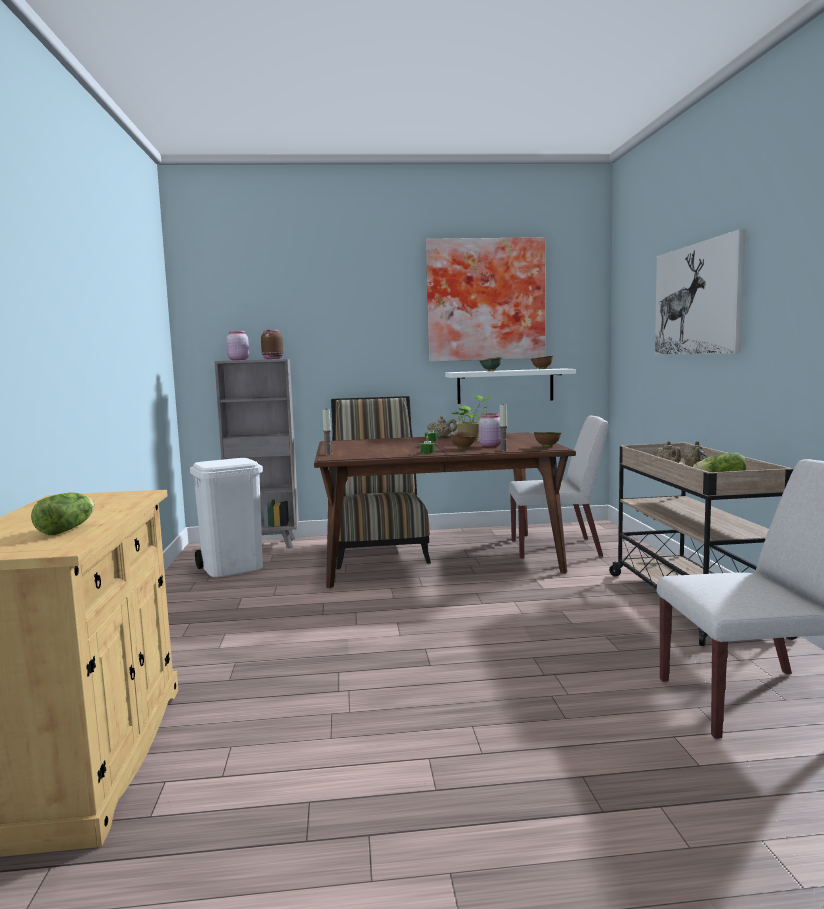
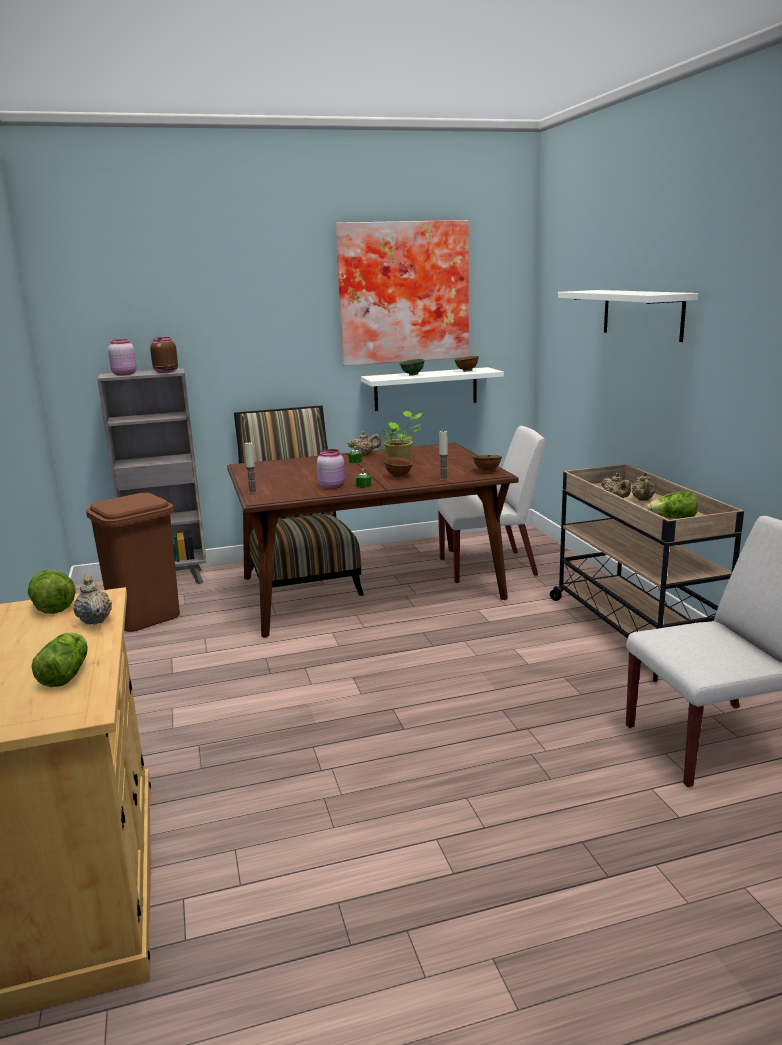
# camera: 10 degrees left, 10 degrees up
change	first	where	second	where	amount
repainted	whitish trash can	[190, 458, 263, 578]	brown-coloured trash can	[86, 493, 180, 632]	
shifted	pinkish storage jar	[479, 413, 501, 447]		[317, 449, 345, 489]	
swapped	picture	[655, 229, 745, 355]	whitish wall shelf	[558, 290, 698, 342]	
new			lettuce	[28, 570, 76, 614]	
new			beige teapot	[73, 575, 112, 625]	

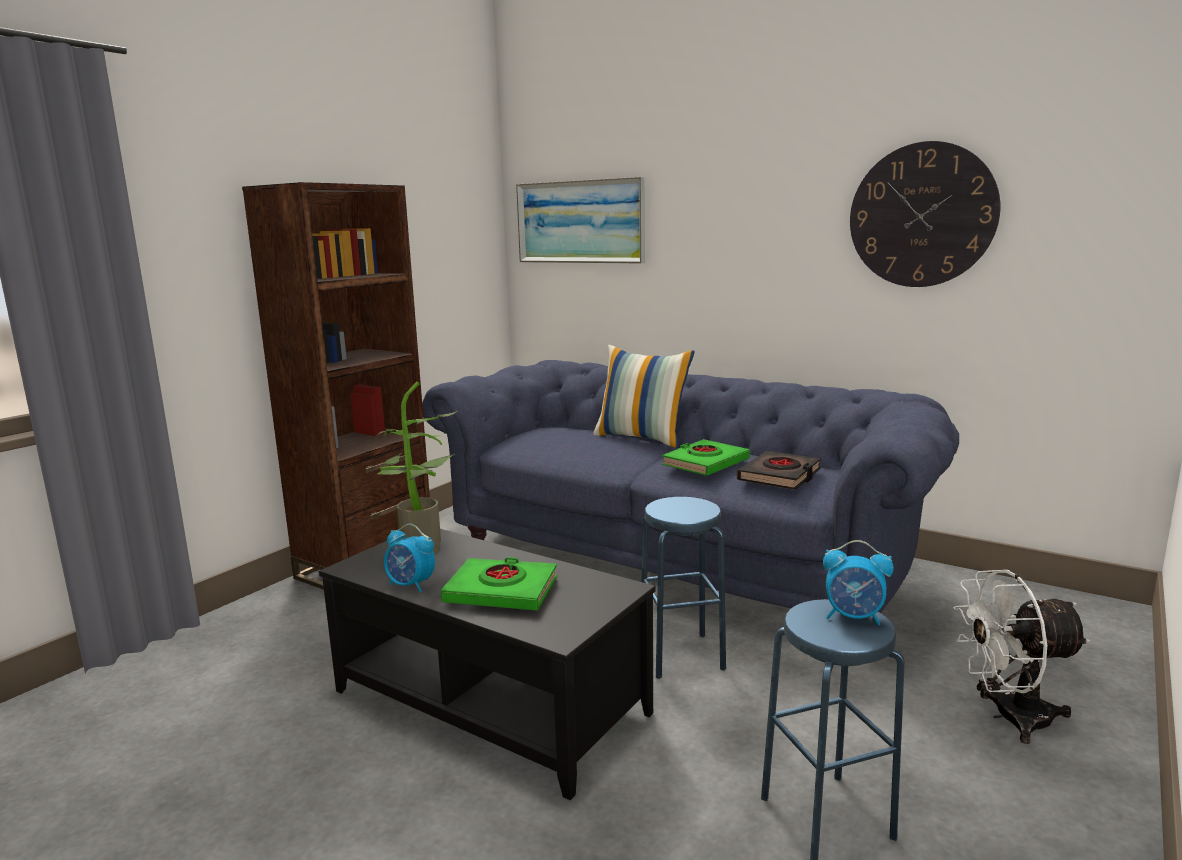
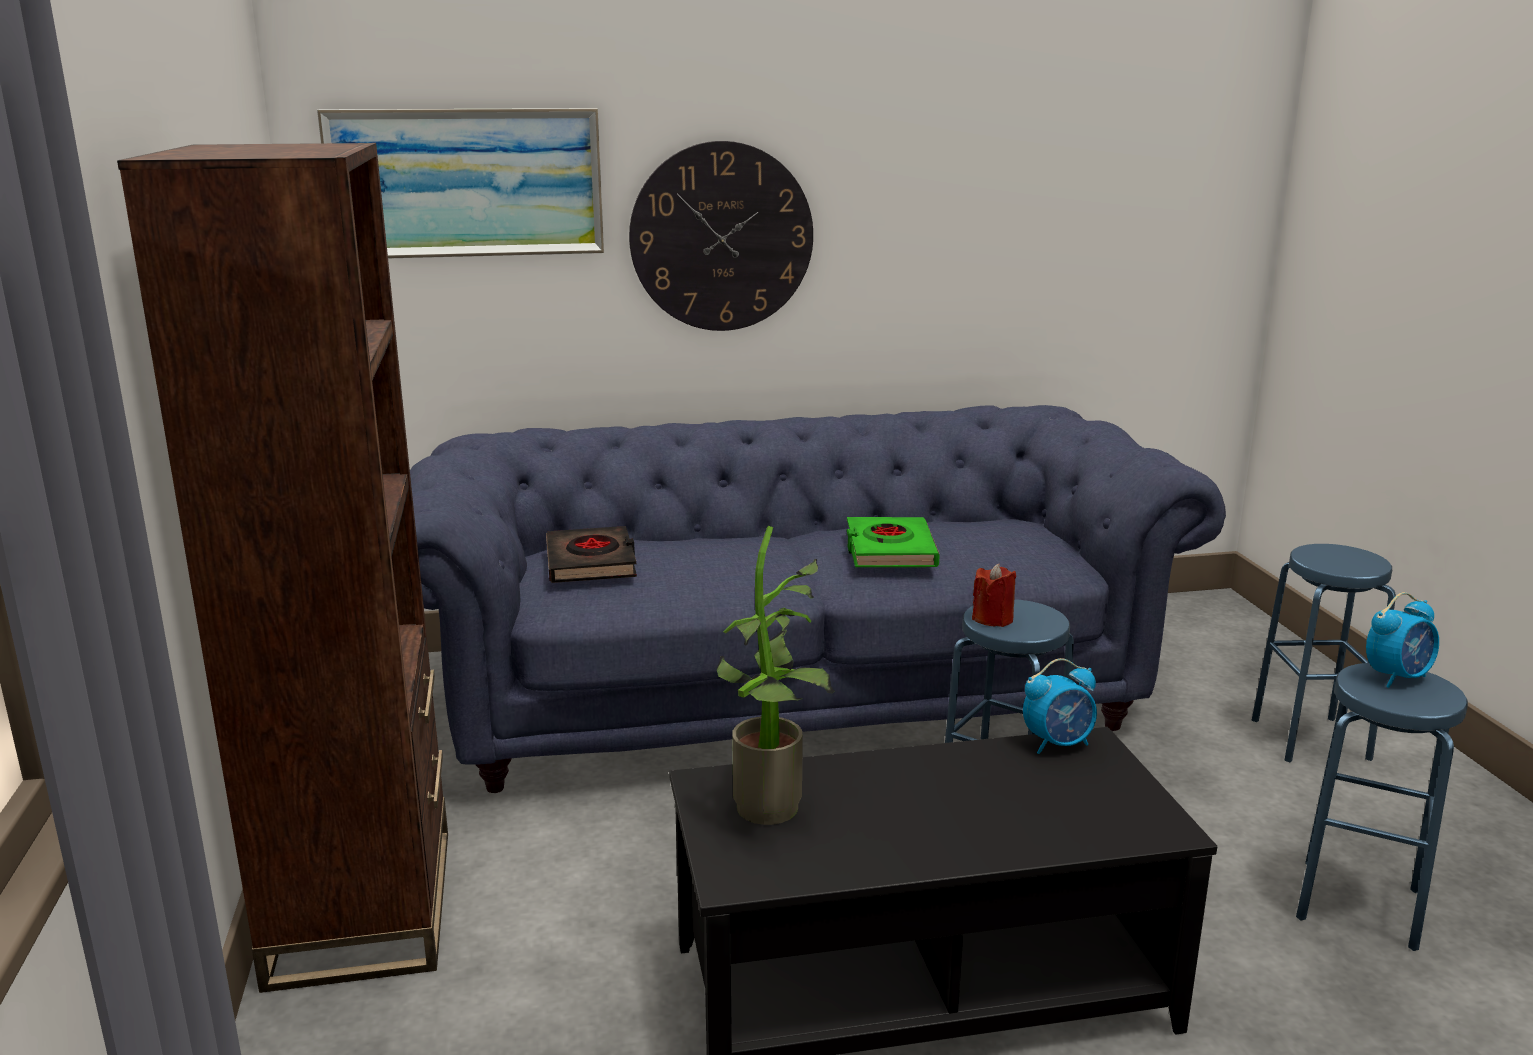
# camera: 45 degrees left, 5 degrees up
change	first	where	second	where	amount
shifted	table clock	[384, 524, 435, 592]		[1023, 658, 1097, 754]	
gone	green volume	[441, 557, 557, 611]			
gone	cushion	[593, 345, 695, 448]			
shifted	blackish volume	[737, 451, 821, 490]		[546, 526, 637, 583]	
shifted	hanging clock	[850, 141, 1000, 287]		[629, 141, 813, 331]	
swapped	whitish fan	[953, 570, 1090, 744]	blue sitting stool	[1252, 544, 1396, 762]	
new			reddish candle	[972, 564, 1016, 627]	

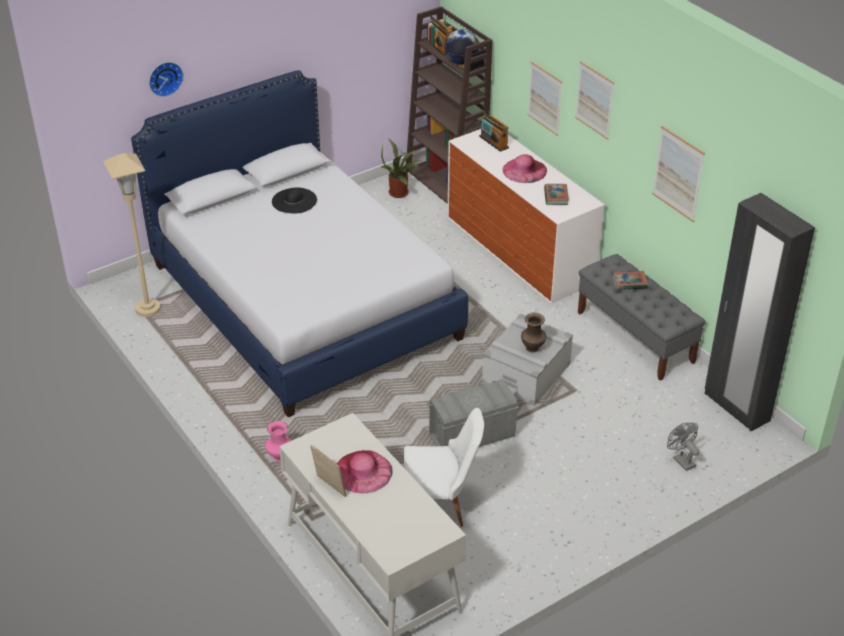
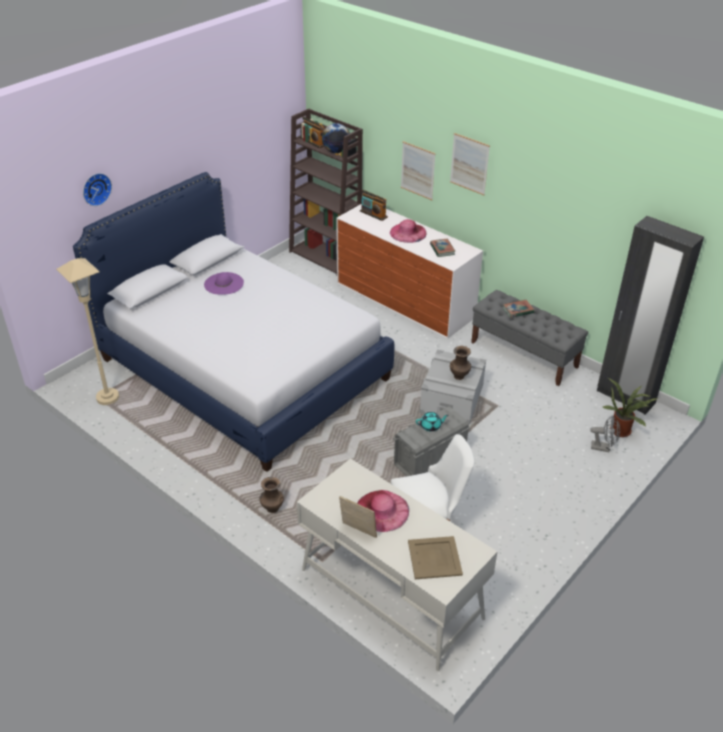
# camera: 15 degrees left, 0 degrees up
change	first	where	second	where	amount
repainted	pinkish vase	[265, 421, 291, 462]	brown-coloured vase	[259, 477, 284, 513]	
repainted	blackish clothing hat	[272, 188, 317, 213]	purple clothing hat	[204, 272, 244, 295]	
shifted	plant in a pot	[381, 139, 421, 198]		[603, 378, 658, 437]	
gone	picture	[652, 126, 705, 222]			
rotated	grey fan	[667, 423, 699, 471]		[590, 415, 620, 452]	150 degrees clockwise
new			beige carrying tray	[408, 536, 463, 579]	
new			turquoise teapot	[416, 412, 449, 431]	

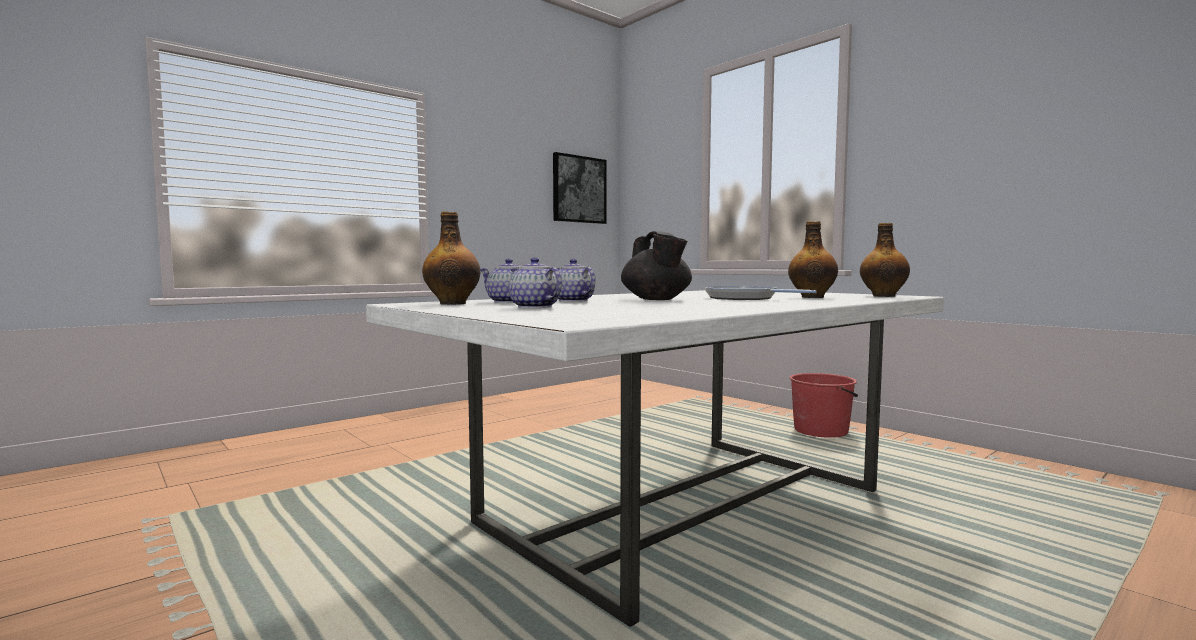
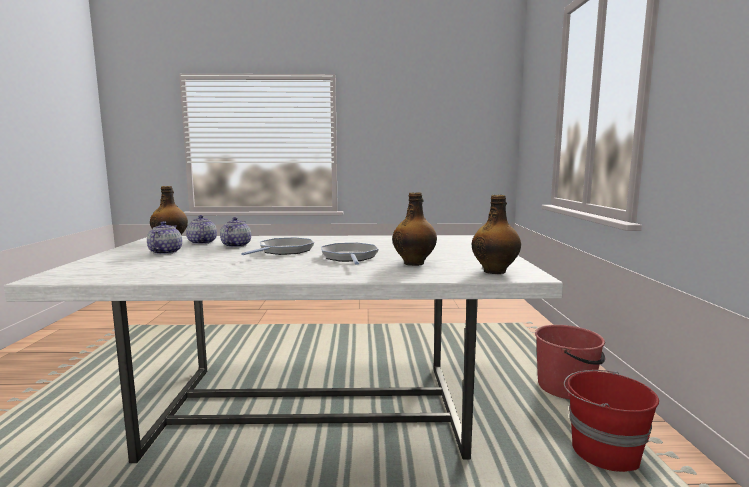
# camera: 40 degrees right, 5 degrees up
change	first	where	second	where	amount
gone	picture	[553, 152, 607, 224]			
swapped	blackish teapot	[621, 231, 692, 300]	frying pan	[241, 237, 314, 255]	
new			reddish pail	[564, 370, 659, 472]	

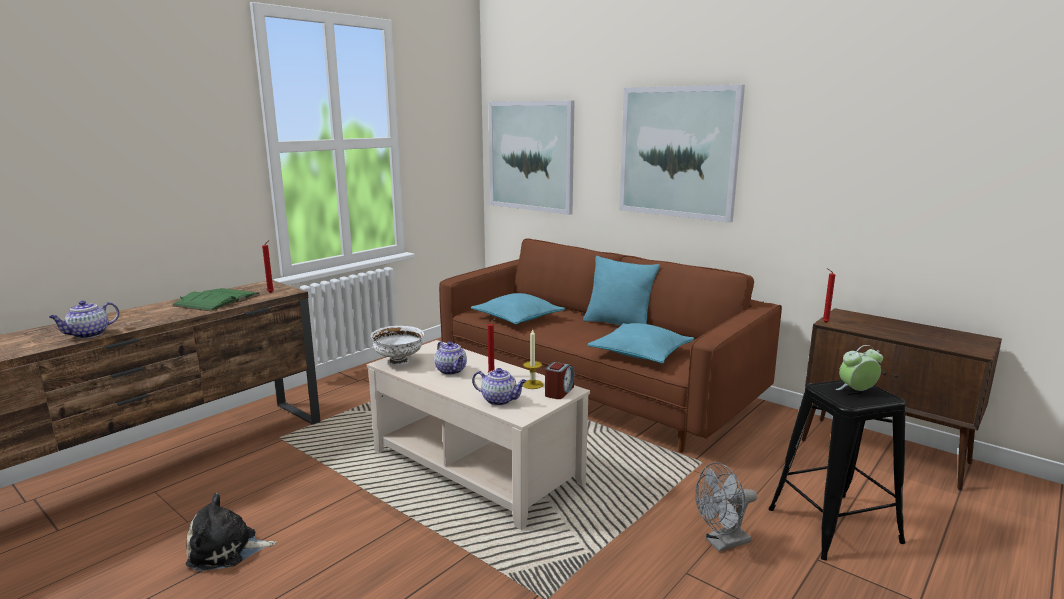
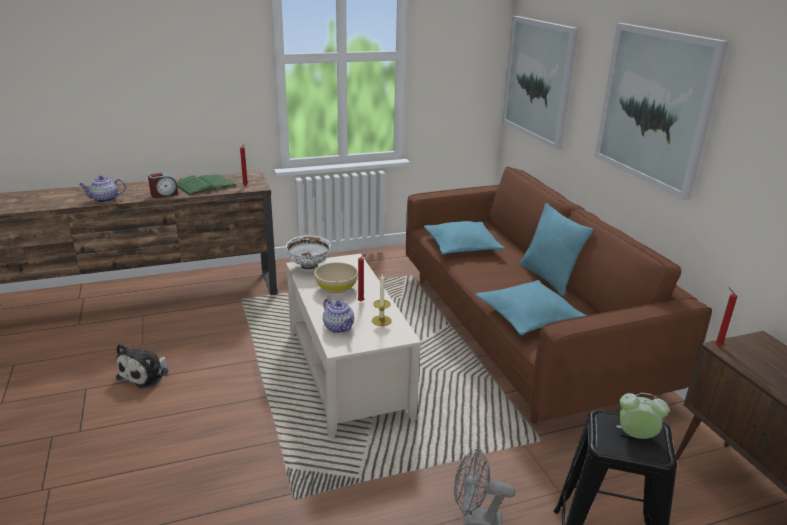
# camera: 30 degrees right, 10 degrees up
change	first	where	second	where	amount
rotated	plush toy	[186, 493, 276, 571]		[116, 344, 168, 388]	90 degrees counterclockwise
swapped	teapot	[434, 341, 467, 375]	beige bowl	[314, 262, 358, 294]	
shifted	table clock	[545, 362, 574, 399]		[148, 173, 178, 198]	

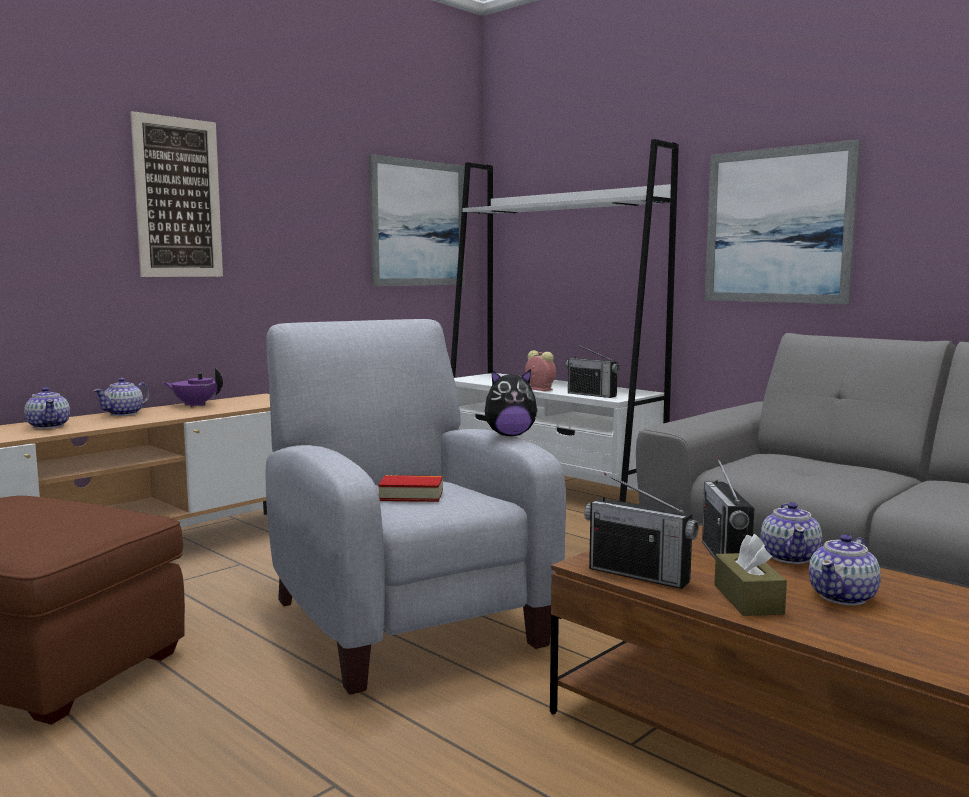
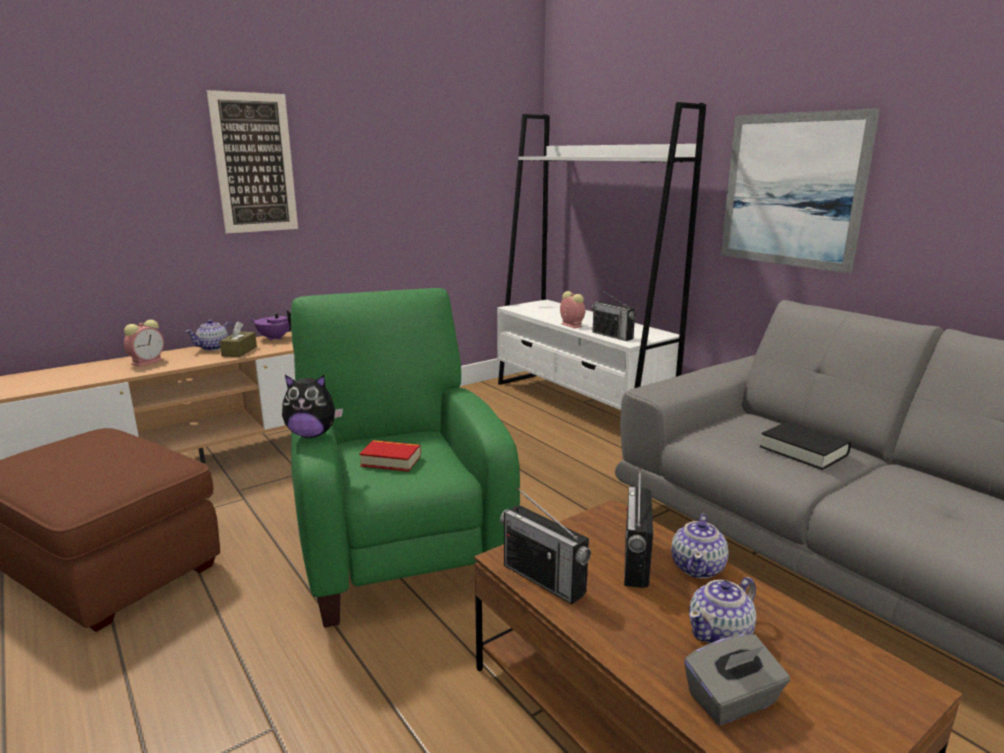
# camera: 10 degrees right, 10 degrees up
change	first	where	second	where	amount
swapped	teapot	[24, 387, 70, 429]	table clock	[124, 320, 164, 367]	
repainted	grey armchair	[266, 319, 566, 695]	green armchair	[291, 288, 520, 628]	
gone	picture	[369, 154, 465, 286]			
shifted	plush toy	[485, 369, 538, 436]		[282, 375, 343, 438]	
shifted	brown-coloured tissue holder	[714, 534, 787, 616]		[220, 321, 257, 357]	
new			grey tissue holder	[684, 634, 790, 725]	
new			blackish volume	[760, 421, 851, 470]	

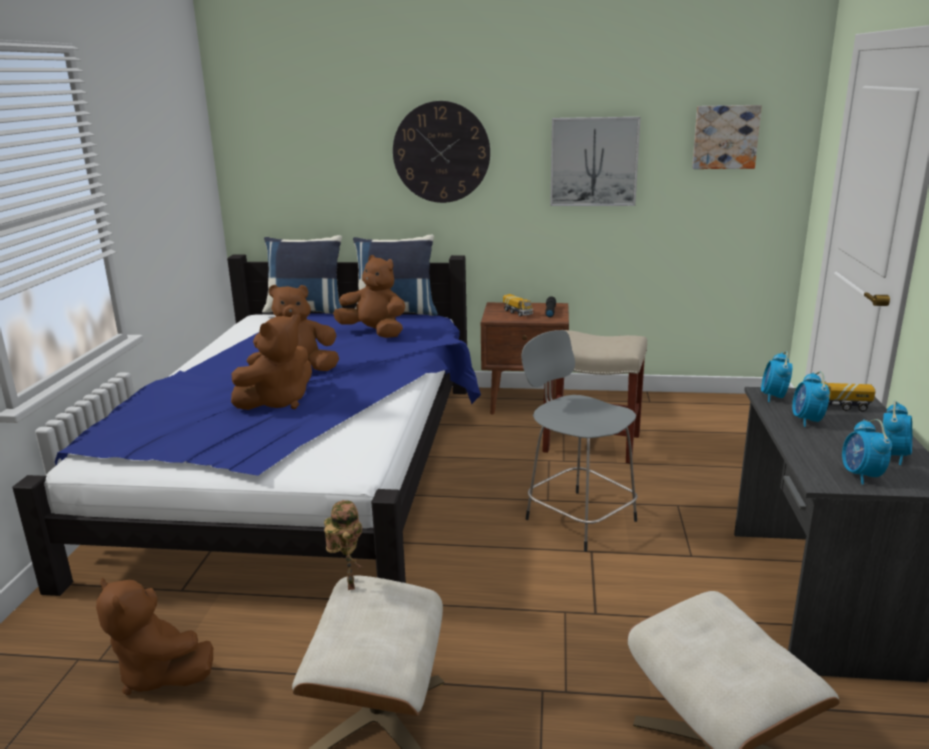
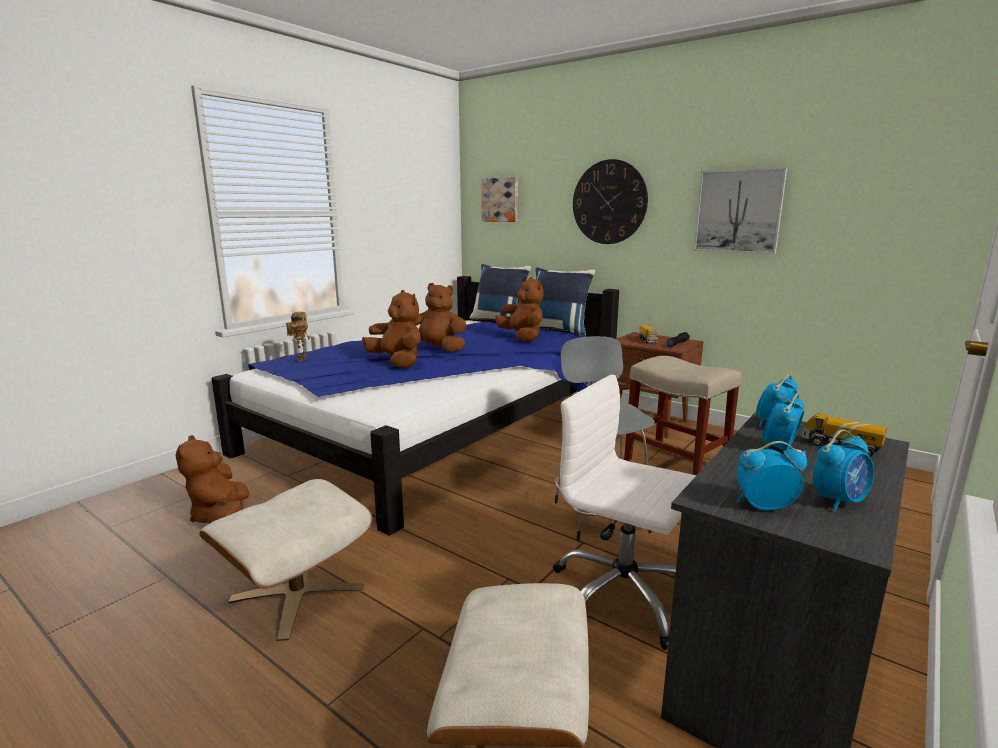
# camera: 30 degrees right, 5 degrees down
change	first	where	second	where	amount
rotated	brown-coloured plush toy	[231, 314, 312, 410]		[362, 290, 421, 368]	120 degrees counterclockwise
shifted	toy robot	[324, 500, 363, 590]		[286, 312, 310, 361]	
shifted	picture	[692, 105, 762, 169]		[482, 177, 518, 222]	
rotated	table clock	[842, 419, 892, 485]		[737, 441, 807, 511]	60 degrees clockwise
new			whitish desk chair	[553, 374, 696, 650]	

